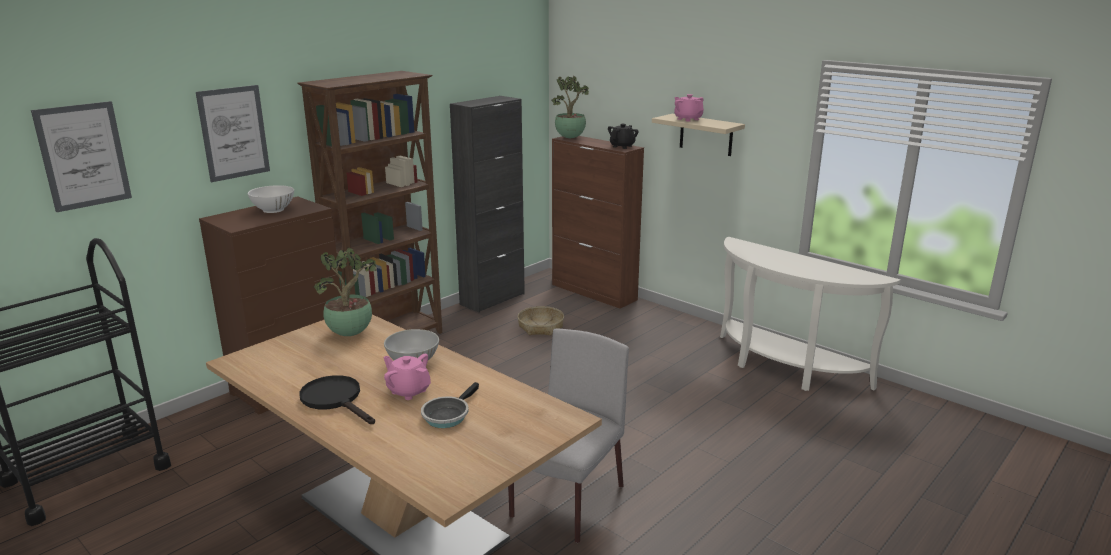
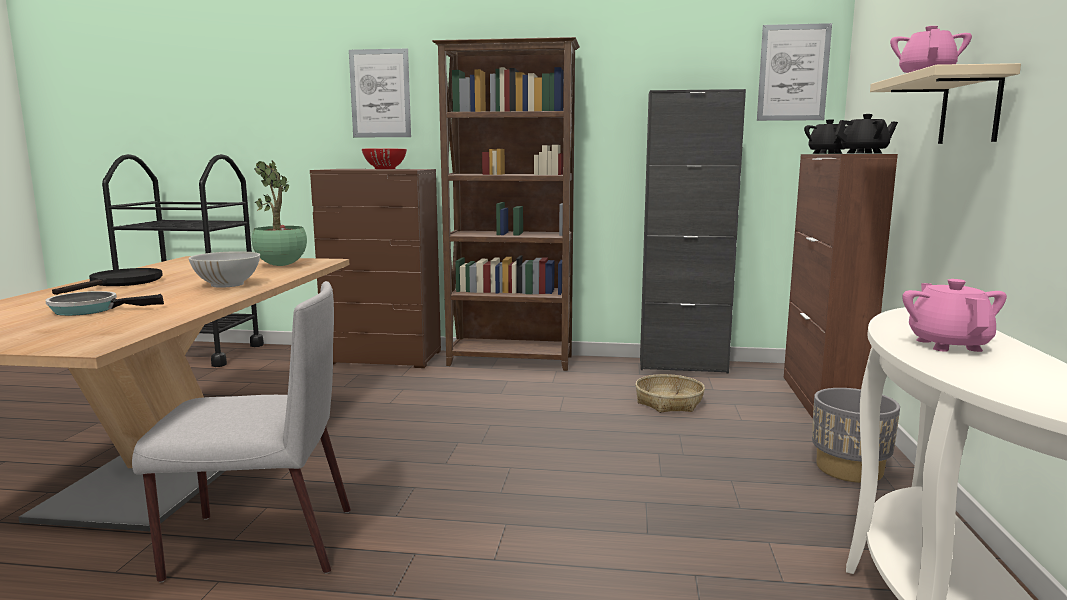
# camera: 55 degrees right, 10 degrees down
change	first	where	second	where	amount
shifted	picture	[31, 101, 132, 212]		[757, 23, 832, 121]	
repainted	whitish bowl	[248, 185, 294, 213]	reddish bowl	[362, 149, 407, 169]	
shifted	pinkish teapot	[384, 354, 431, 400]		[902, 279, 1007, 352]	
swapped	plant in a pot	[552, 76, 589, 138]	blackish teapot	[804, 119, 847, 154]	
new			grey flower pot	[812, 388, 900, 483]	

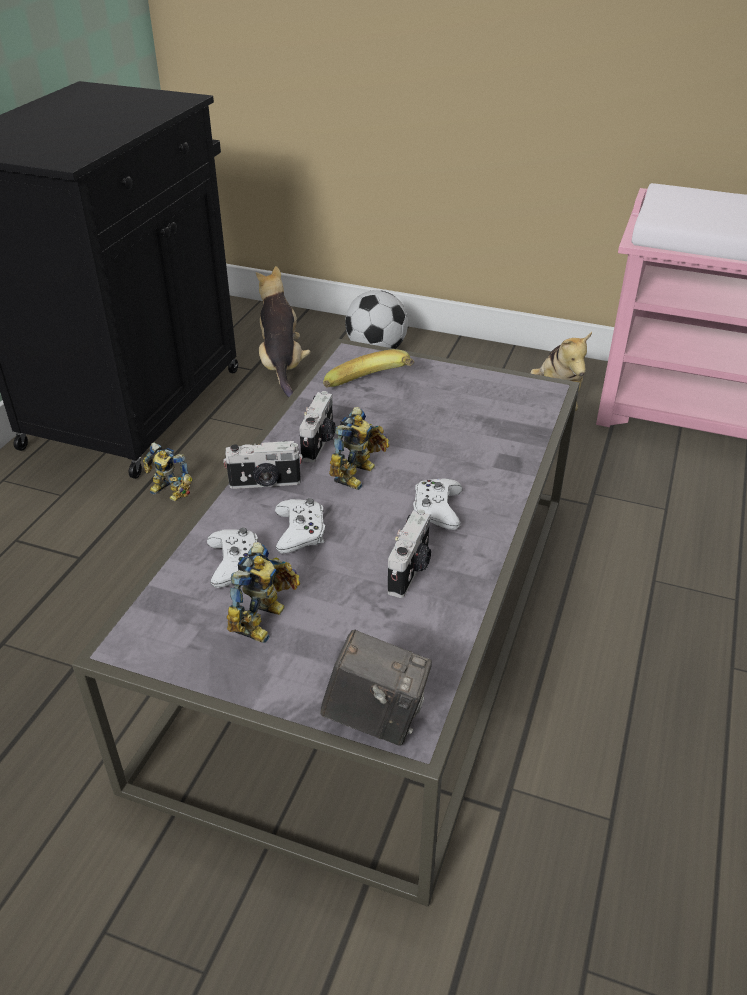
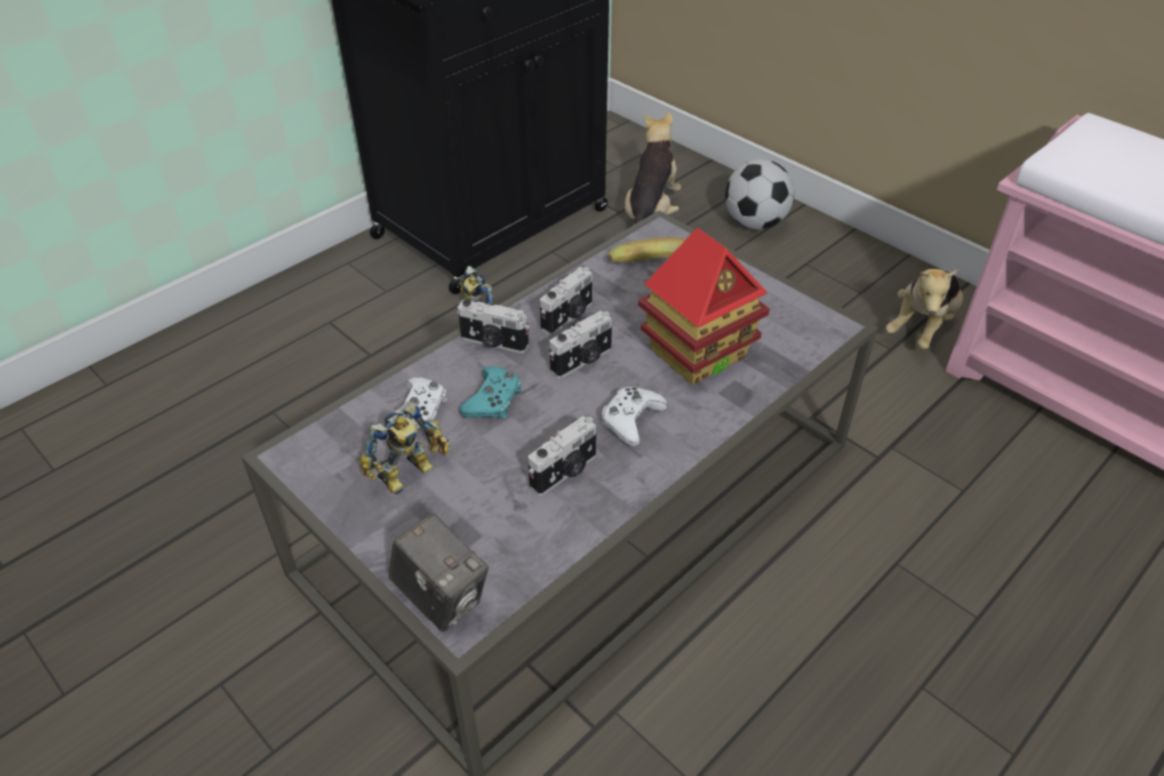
# camera: 25 degrees right, 5 degrees up
change	first	where	second	where	amount
repainted	whitish gamepad	[275, 498, 325, 554]	turquoise gamepad	[459, 366, 522, 419]	
swapped	toy robot	[329, 407, 389, 490]	photo camera	[550, 311, 612, 379]	
new			miniature house	[638, 228, 770, 385]	

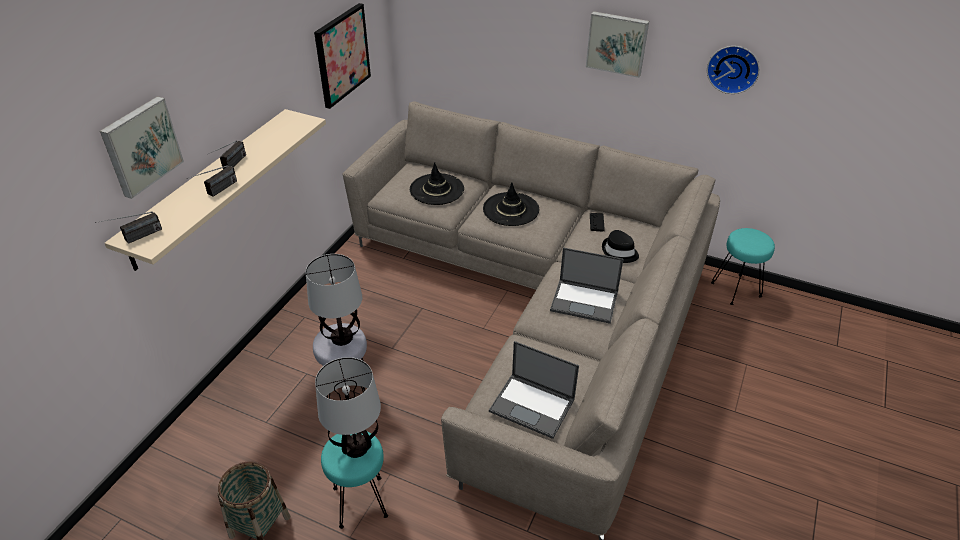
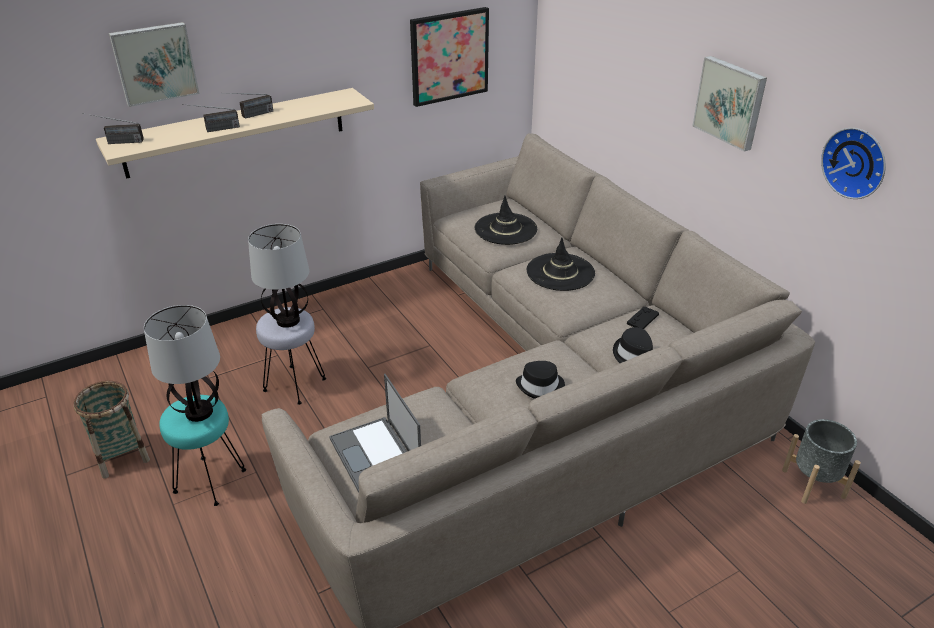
# camera: 35 degrees right, 5 degrees down
change	first	where	second	where	amount
swapped	portable computer	[550, 247, 624, 324]	blackish clothing hat	[516, 361, 565, 399]	
swapped	turquoise sitting stool	[711, 228, 775, 305]	grey flower pot	[782, 419, 861, 504]	

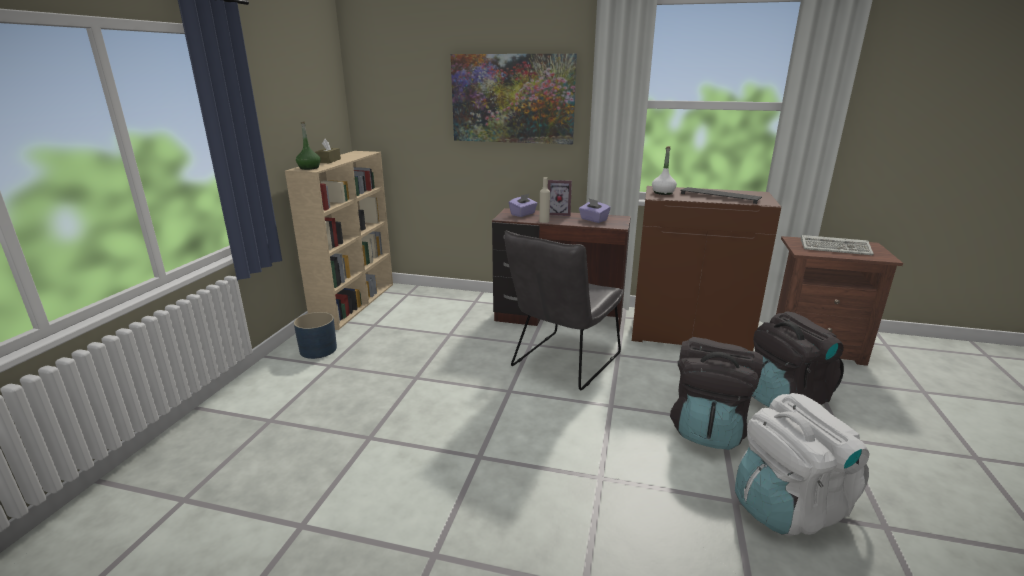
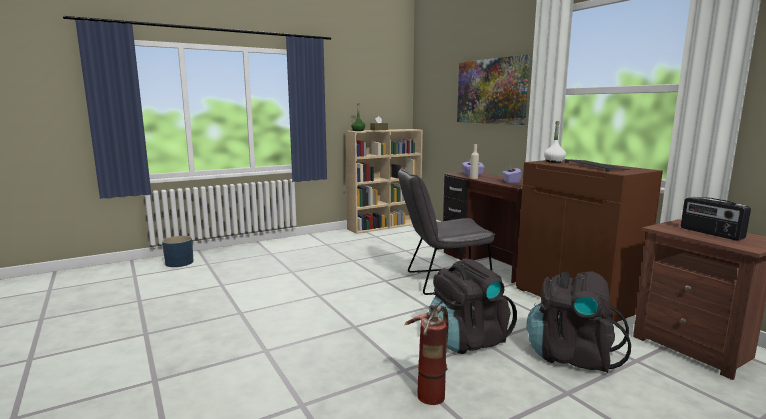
# camera: 45 degrees right, 10 degrees down
change	first	where	second	where	amount
shifted	blue flower pot	[294, 312, 337, 359]		[162, 236, 193, 267]	
gone	standing frame	[548, 180, 572, 216]			
swapped	whitish rucksack	[735, 393, 869, 536]	fire-fighting cylinder	[404, 304, 449, 405]	
swapped	keyboard	[801, 235, 874, 255]	radio receiver	[681, 197, 751, 240]	

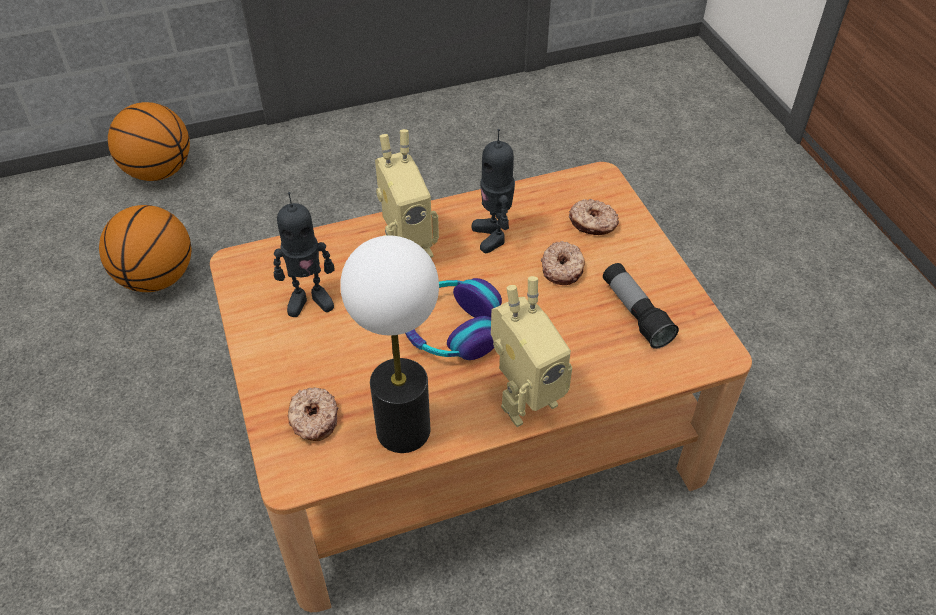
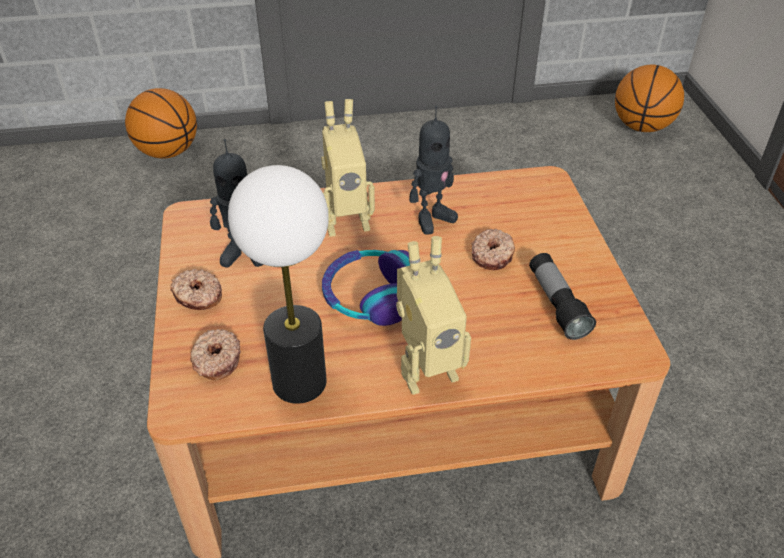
# camera: 10 degrees right, 5 degrees down
change	first	where	second	where	amount
shifted	basketball	[99, 205, 191, 292]		[615, 65, 684, 132]	
rotated	toy robot	[471, 129, 515, 253]		[409, 106, 458, 235]	120 degrees counterclockwise
shifted	doughnut	[569, 199, 619, 235]		[170, 269, 222, 310]	

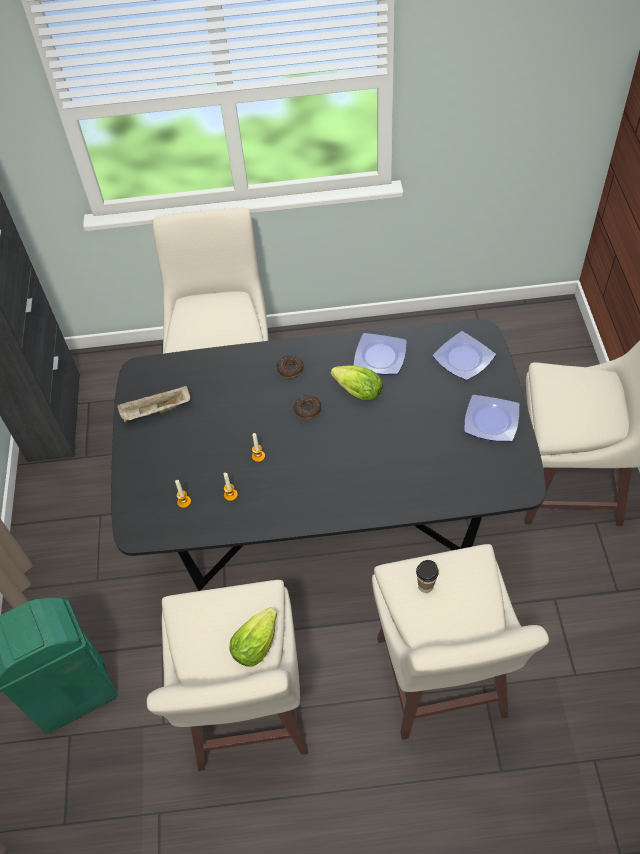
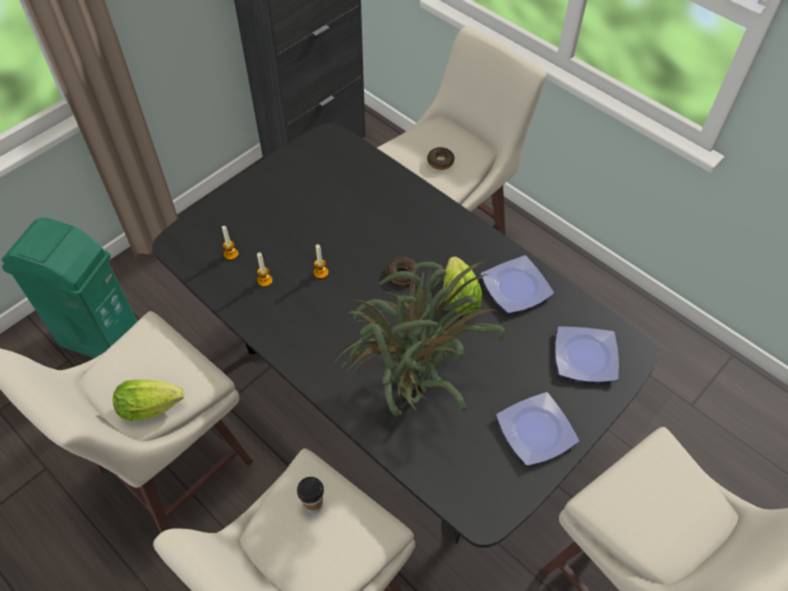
# camera: 45 degrees right, 0 degrees up
change	first	where	second	where	amount
gone	beige carrying tray	[117, 385, 190, 422]			
shifted	doughnut	[276, 355, 304, 379]		[427, 147, 455, 170]	
new			plant in a pot	[334, 258, 505, 416]	

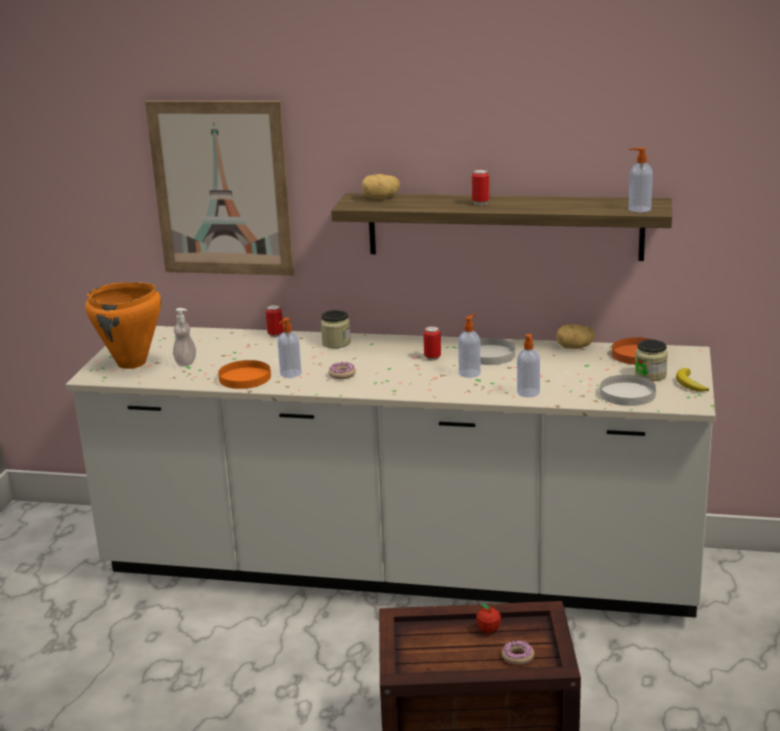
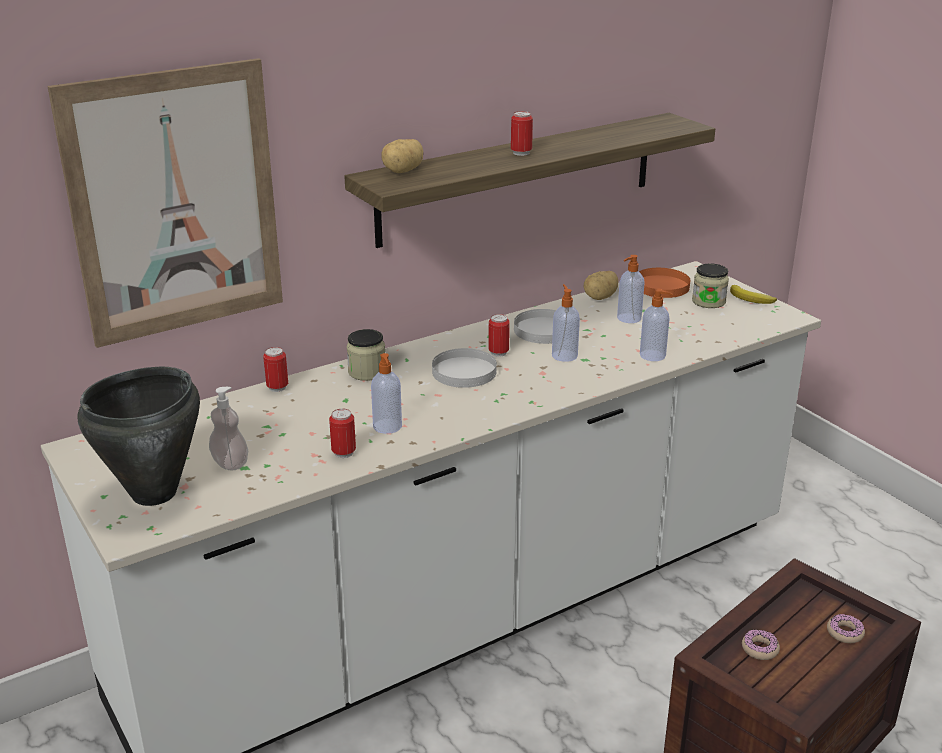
# camera: 45 degrees left, 5 degrees up
change	first	where	second	where	amount
repainted	orange-coloured cooking pot	[85, 282, 161, 369]	blackish cooking pot	[77, 367, 200, 506]	
swapped	orange-coloured plate	[218, 360, 271, 389]	can	[329, 409, 356, 458]	
shifted	doughnut	[328, 362, 356, 379]		[742, 629, 780, 660]	
gone	apple fruit	[476, 604, 501, 633]			
shifted	whitish plate	[600, 375, 656, 406]		[432, 348, 497, 388]	
shifted	soap dispenser	[629, 148, 653, 212]		[617, 255, 645, 323]	

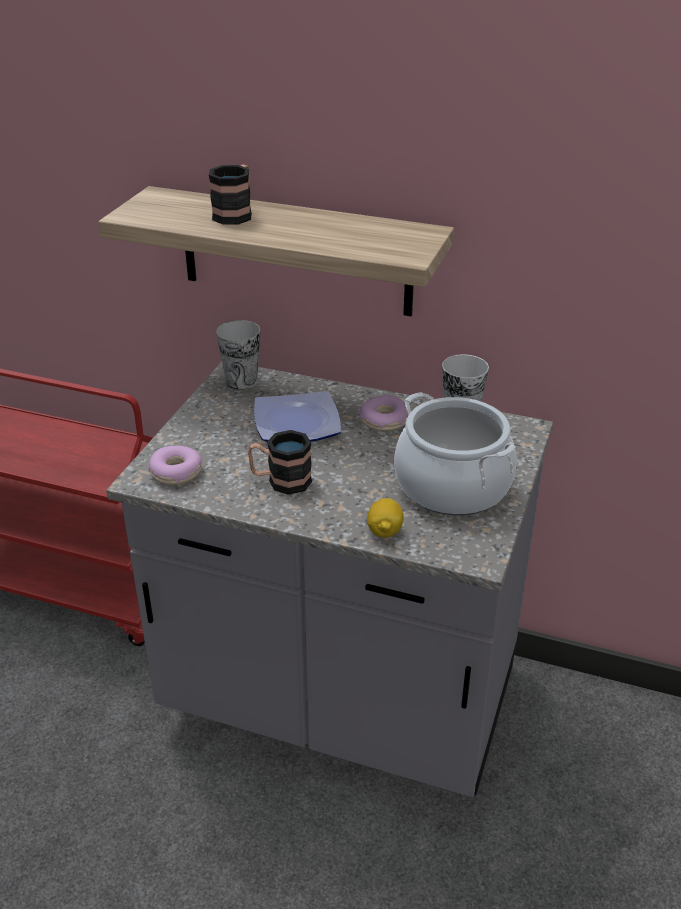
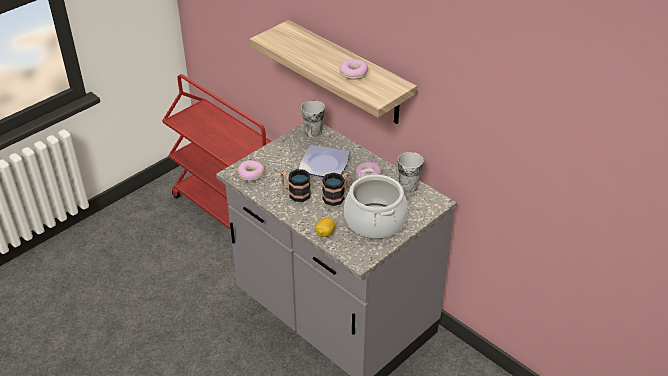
# camera: 25 degrees right, 5 degrees up
change	first	where	second	where	amount
shifted	tea mug	[209, 164, 252, 225]		[322, 173, 350, 206]	
new			doughnut	[339, 59, 368, 80]	

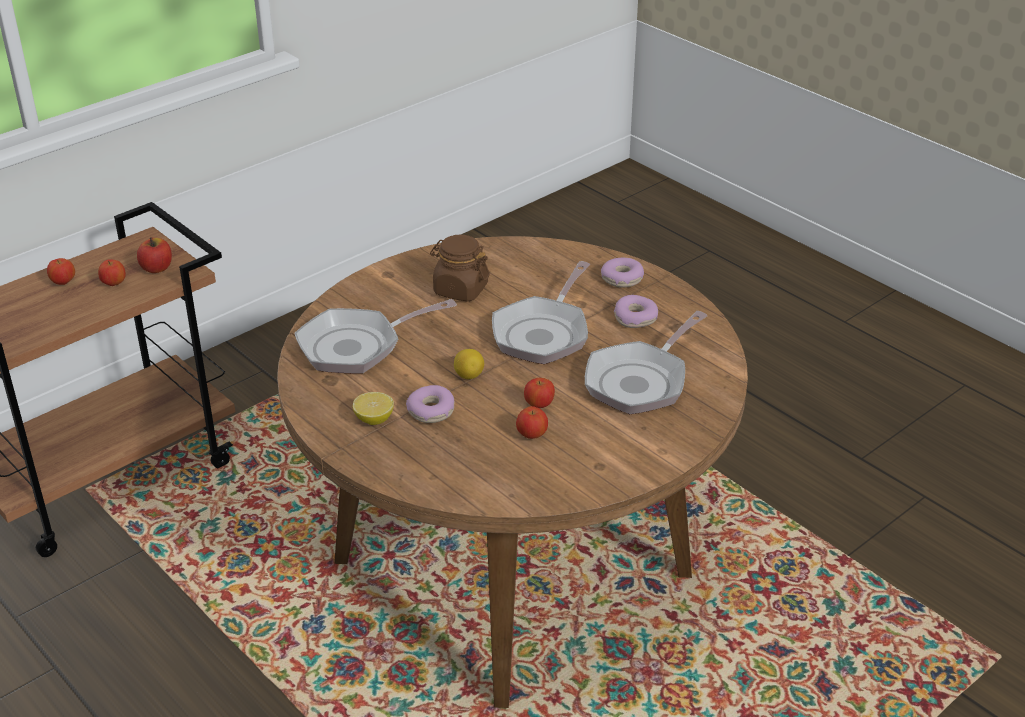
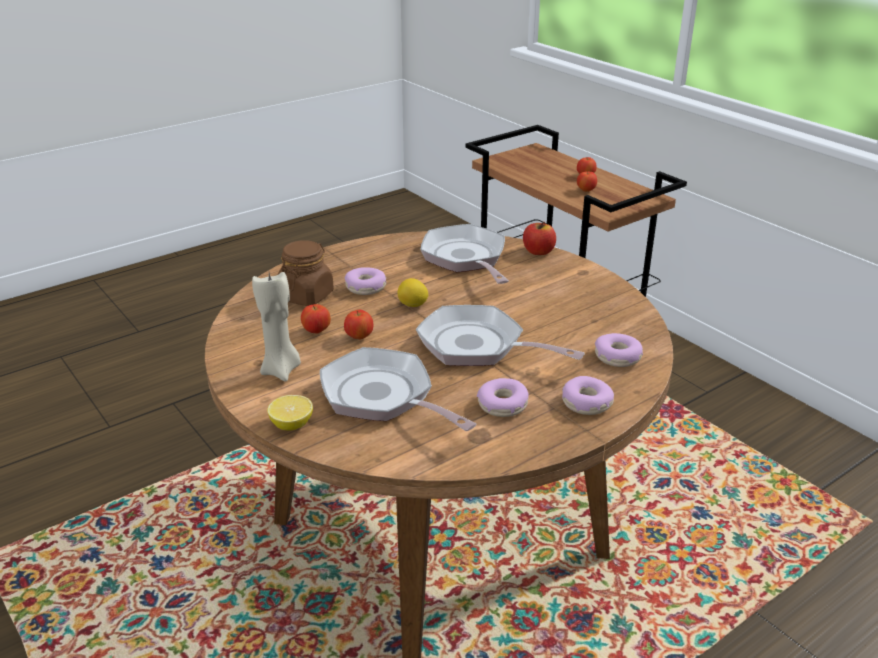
# camera: 95 degrees right, 5 degrees down
change	first	where	second	where	amount
shifted	apple fruit	[137, 237, 172, 273]		[523, 222, 556, 255]	
shifted	lemon	[353, 392, 394, 425]		[267, 395, 313, 431]	
shifted	brown-coloured storage jar	[430, 235, 490, 301]		[278, 240, 334, 306]	
new			beige candle	[252, 272, 301, 382]	
new			doughnut	[595, 333, 643, 367]	

